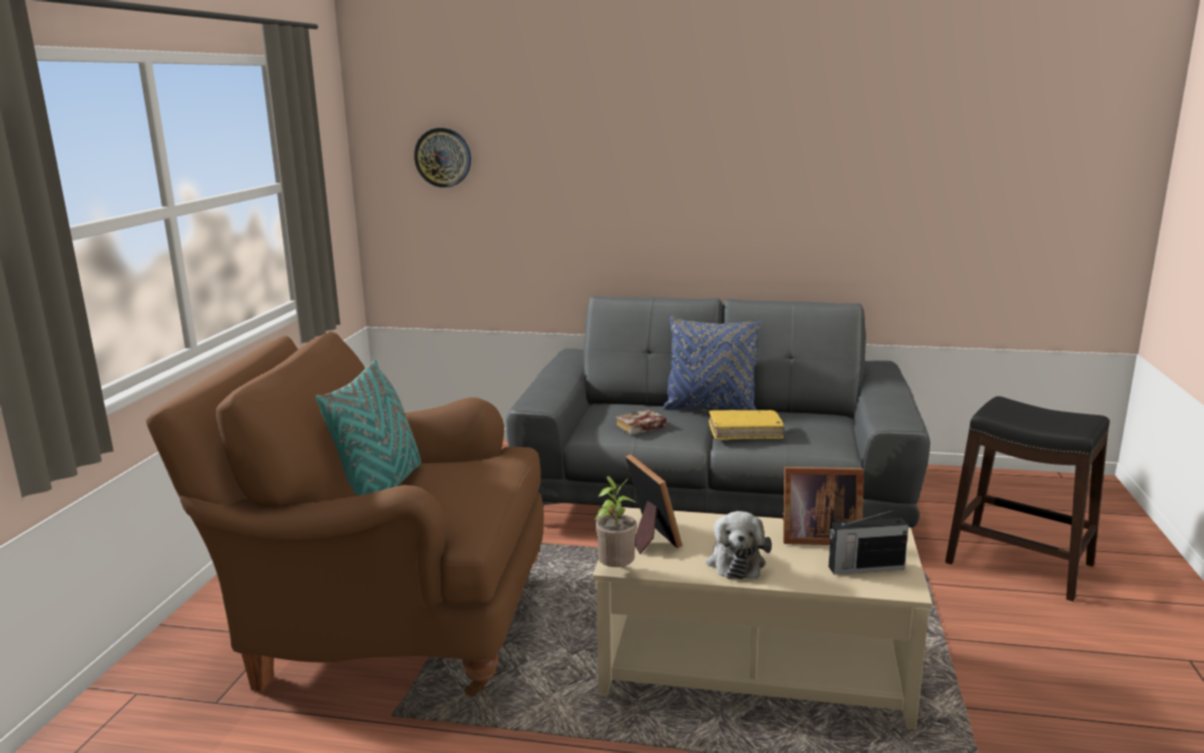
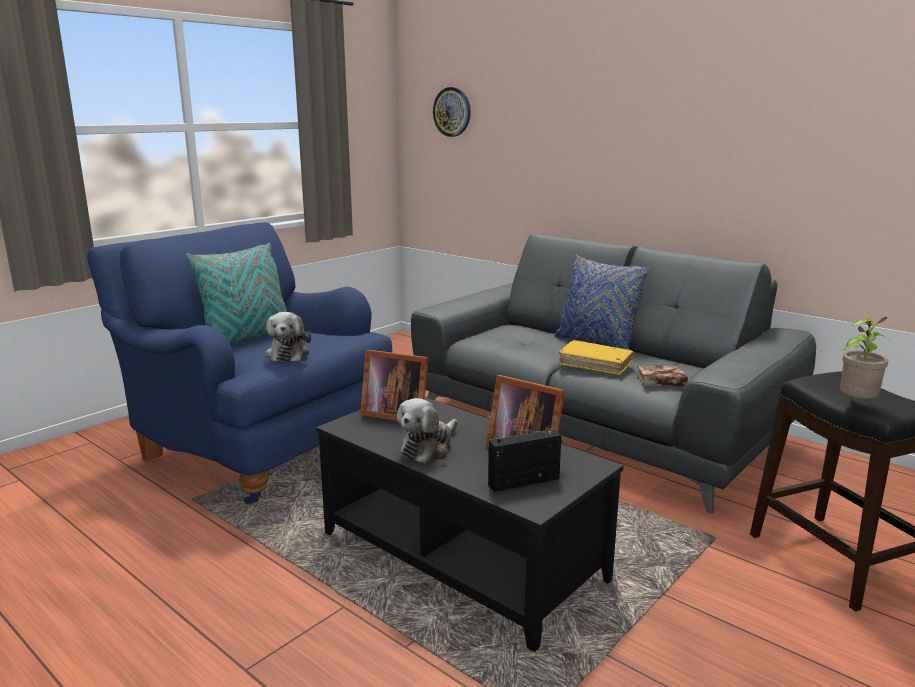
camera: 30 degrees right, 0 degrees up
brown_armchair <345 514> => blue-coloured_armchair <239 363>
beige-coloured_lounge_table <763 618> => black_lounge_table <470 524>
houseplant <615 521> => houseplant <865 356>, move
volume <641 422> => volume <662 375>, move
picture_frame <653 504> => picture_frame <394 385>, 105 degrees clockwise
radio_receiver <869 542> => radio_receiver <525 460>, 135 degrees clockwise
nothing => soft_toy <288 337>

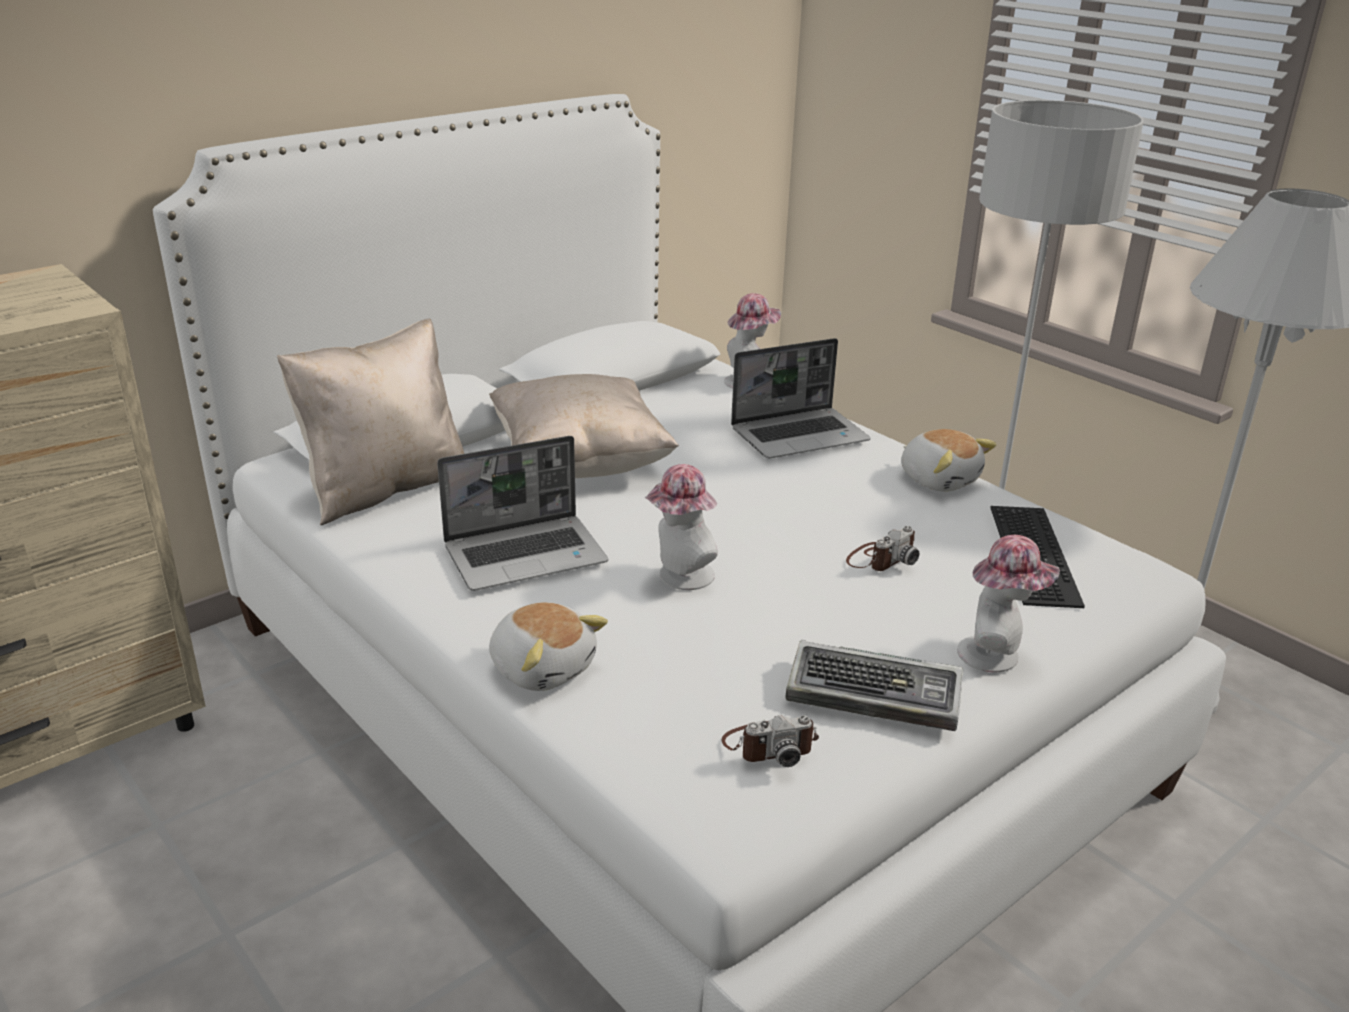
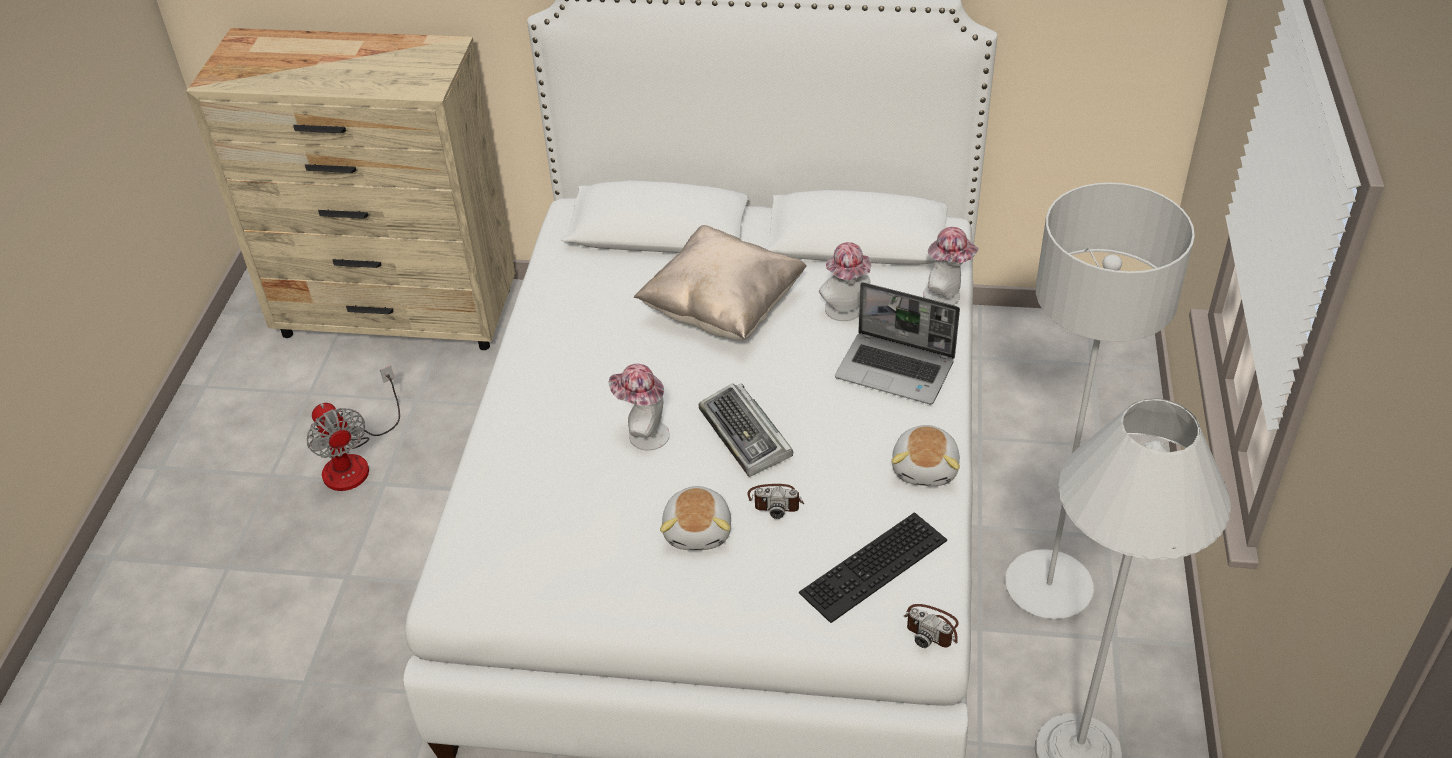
camera: 50 degrees right, 15 degrees up
beige-coloured_pillow <370 422> => nothing
notebook_computer <522 513> => nothing
soft_toy <548 646> => soft_toy <695 518>, move
photo_camera <770 741> => photo_camera <931 626>, move
keyboard <874 685> => keyboard <746 430>, move
hat <1008 603> => hat <845 281>, move
nothing => electric_fan <353 428>

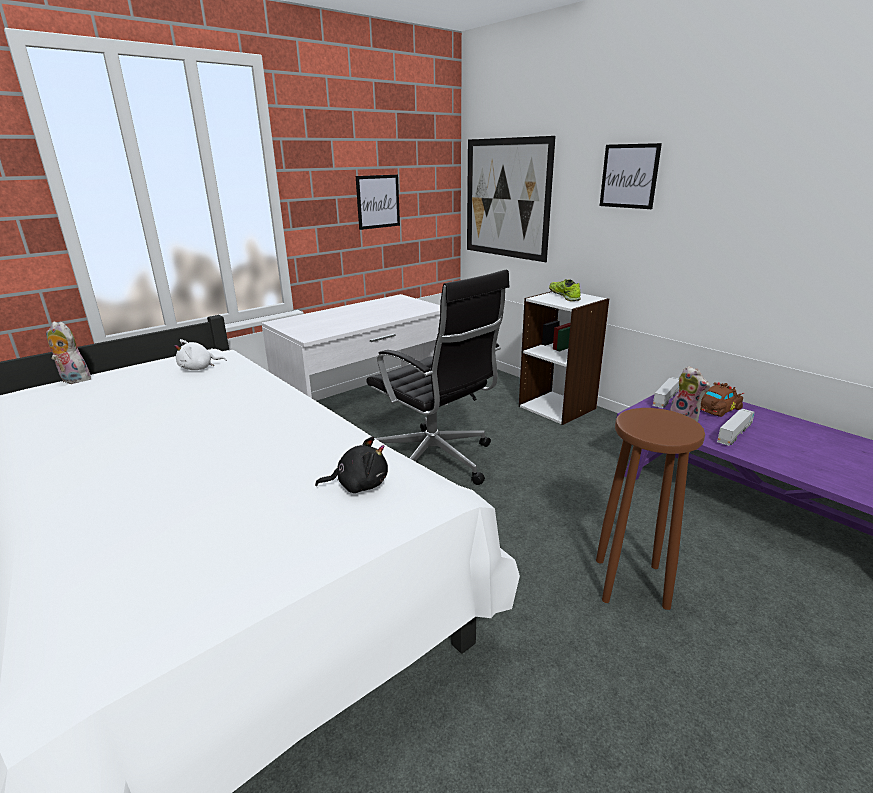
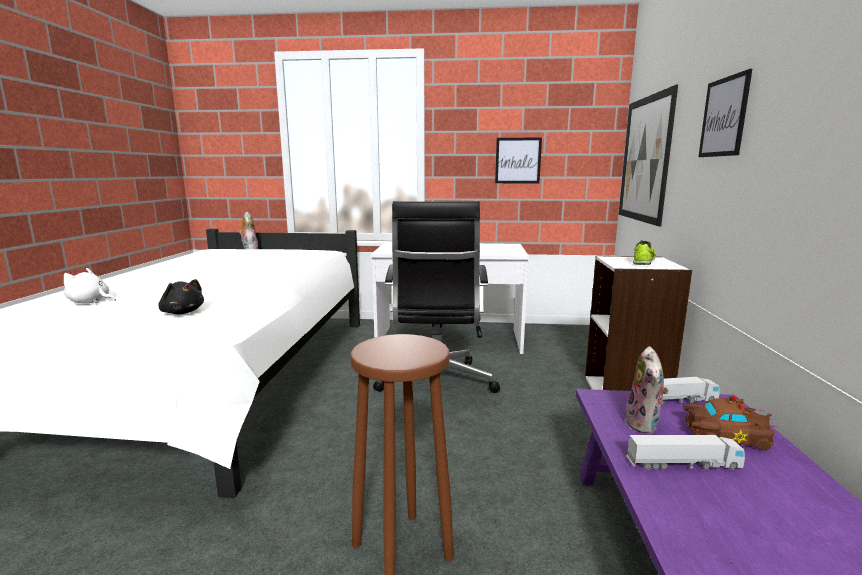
camera: 45 degrees right, 10 degrees down
whitish_soft_toy <200 354> => whitish_soft_toy <90 285>, move

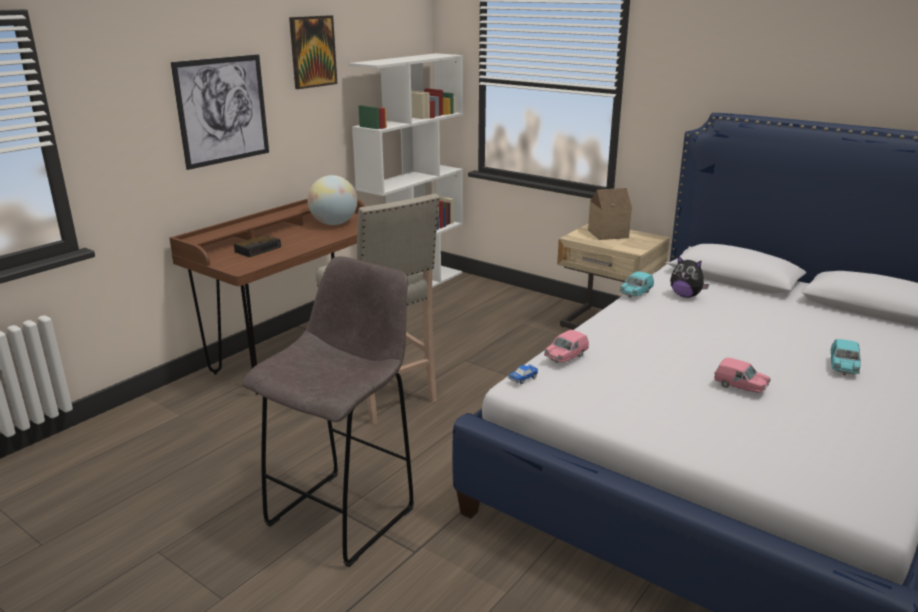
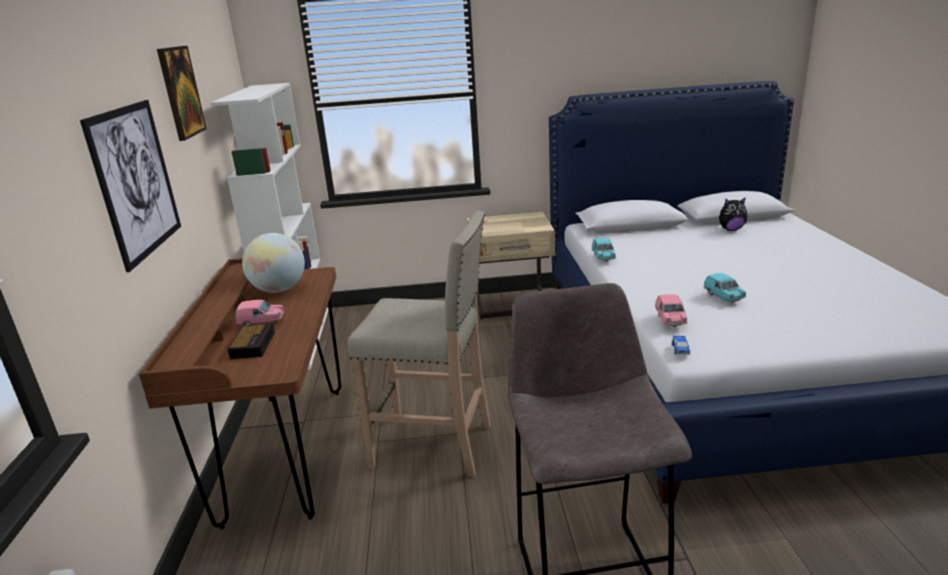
camera: 40 degrees left, 0 degrees up
model_house <610 214> => nothing
soft_toy <689 276> => soft_toy <733 214>, move
pinkish_model_car <742 375> => pinkish_model_car <259 312>, move
turquoise-coloured_model_car <845 357> => turquoise-coloured_model_car <725 288>, move

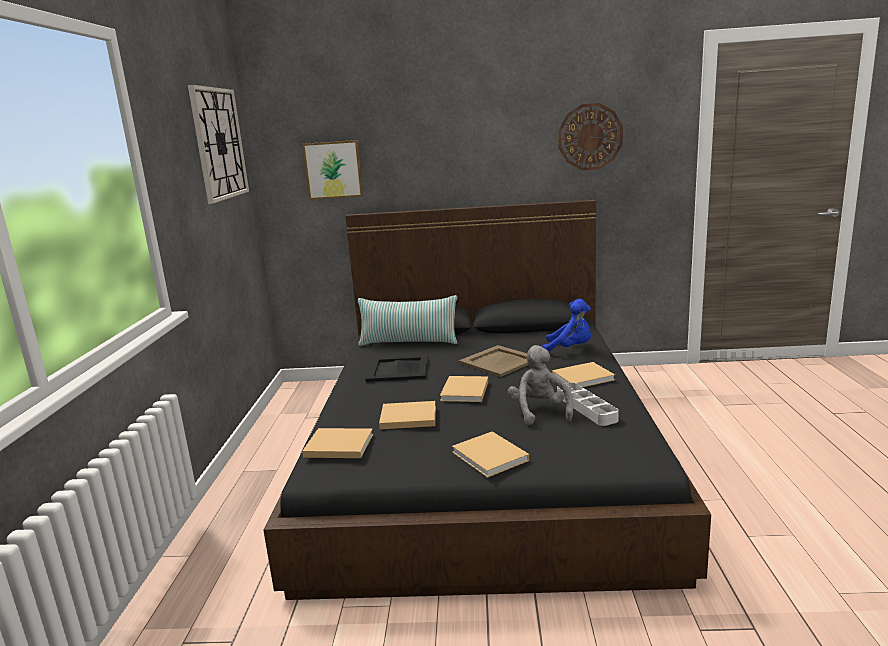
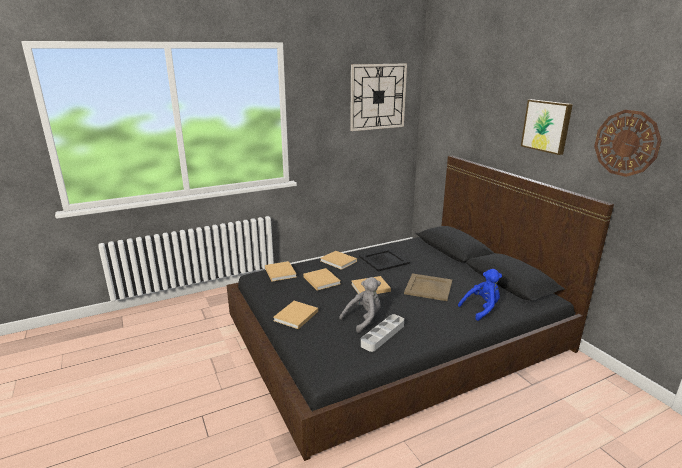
camera: 60 degrees right, 5 degrees up
wall_art <333 170> => wall_art <547 127>, move
pillow <407 320> => nothing
blue-coloured_soft_toy <566 325> => blue-coloured_soft_toy <480 295>, 105 degrees counterclockwise
beige-coloured_volume <583 374> => beige-coloured_volume <338 260>, move

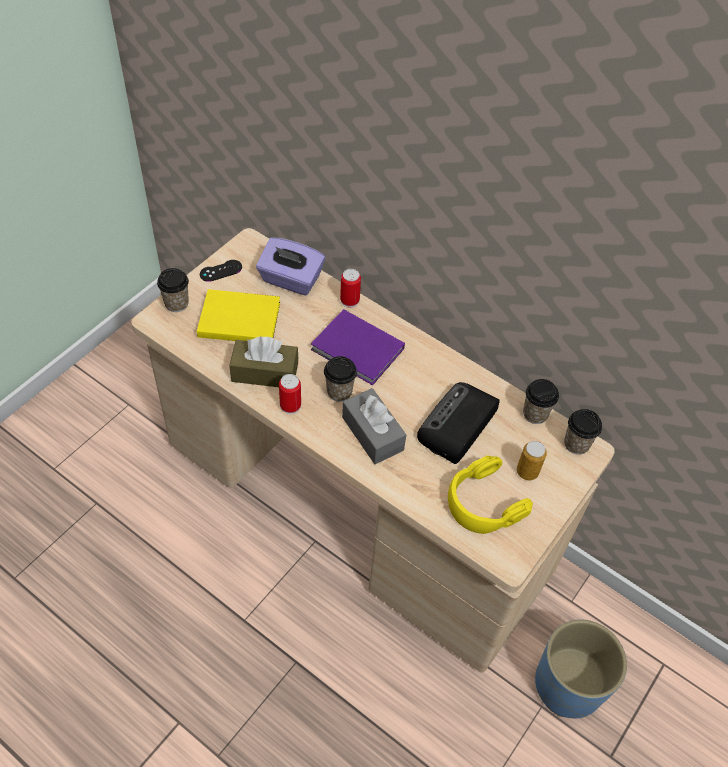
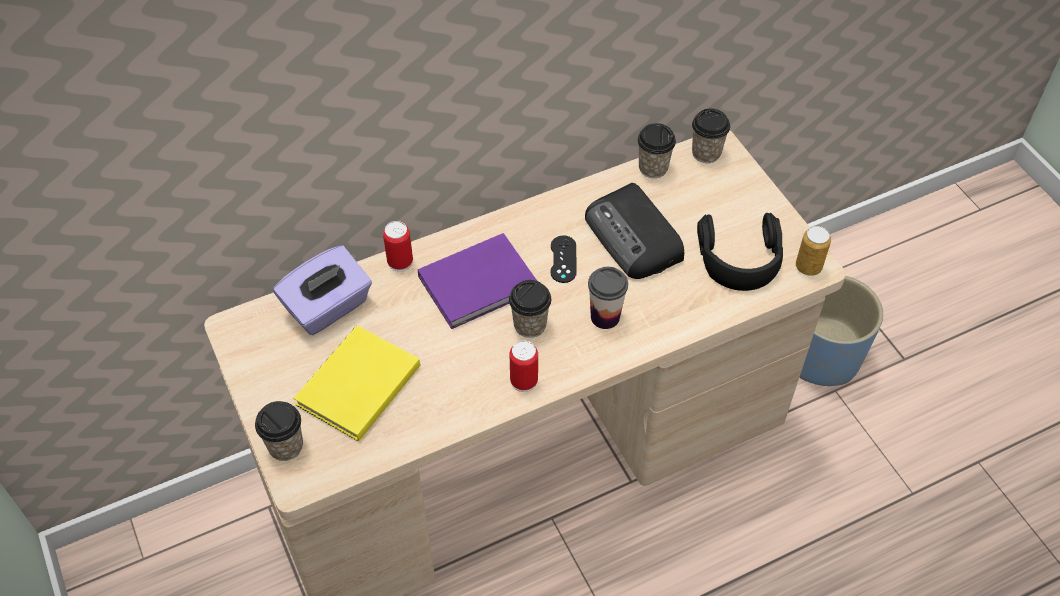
camera: 60 degrees left, 0 degrees up
black_joypad <221 271> => black_joypad <563 259>, move
brown_tissue_box <263 361> => nothing
gray_tissue_box <374 426> => cup <608 298>
yellow_pair_of_headphones <490 494> => black_pair_of_headphones <740 252>
can <532 460> => can <813 251>, move

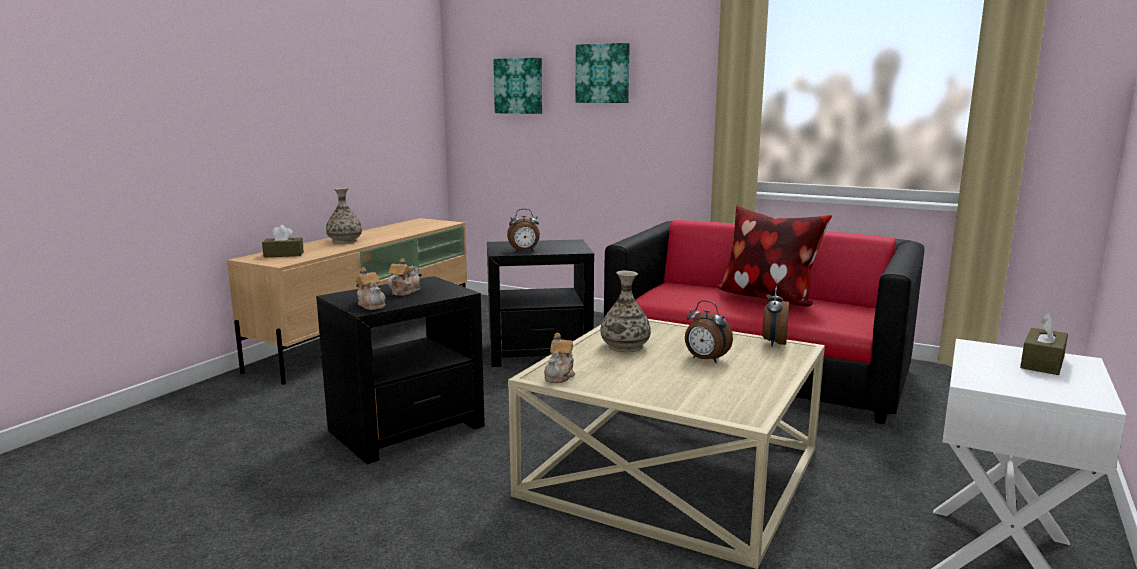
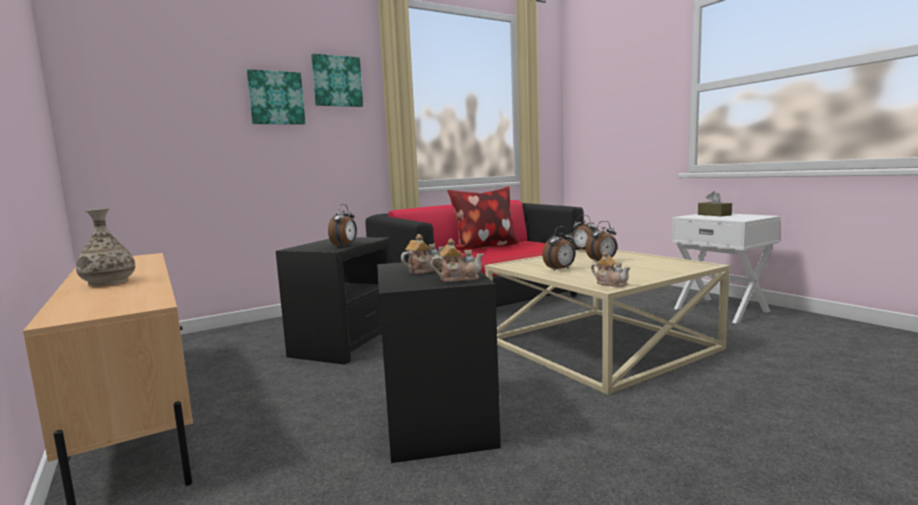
camera: 60 degrees left, 5 degrees down
brown_tissue_box <283 241> => nothing
pot_for_tea <404 277> => pot_for_tea <422 254>, 90 degrees clockwise
wall_art <518 86> => wall_art <337 80>, move
vase <626 311> => table_clock <559 248>

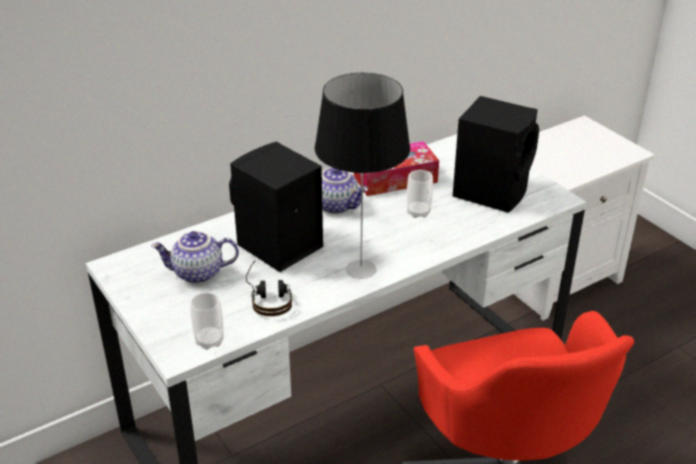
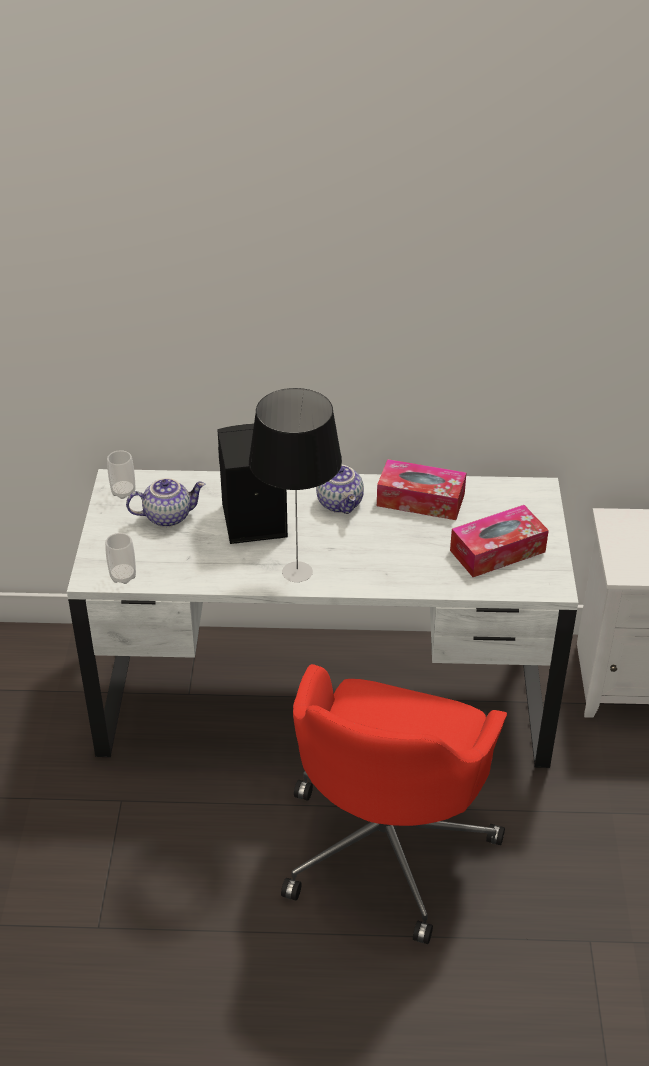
camera: 35 degrees right, 5 degrees up
pot_for_tea <195 257> => pot_for_tea <165 502>, 135 degrees clockwise
pair_of_headphones <269 288> => nothing
cup <420 194> => cup <121 474>, move
black_audio_speaker <495 154> => tissue_box <499 541>

